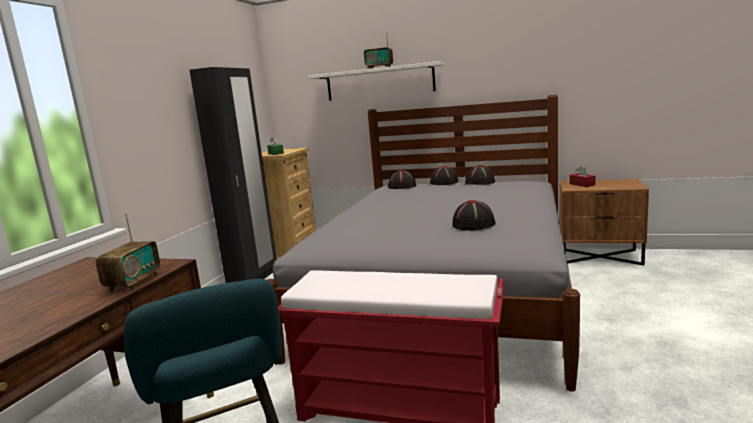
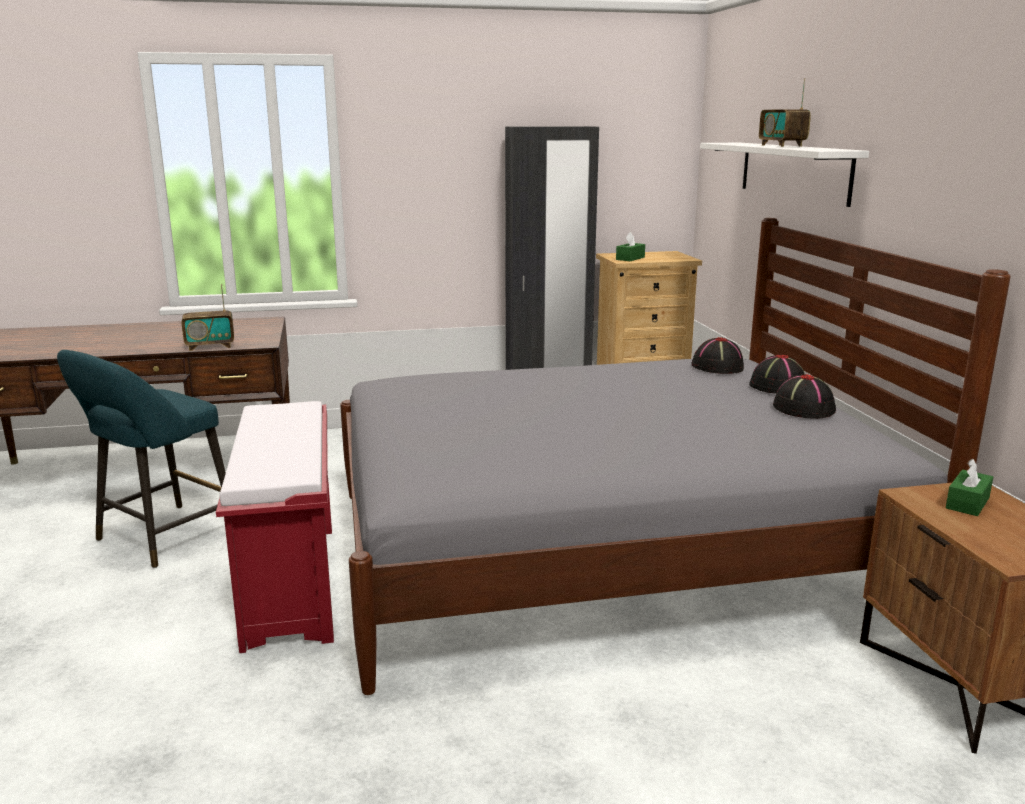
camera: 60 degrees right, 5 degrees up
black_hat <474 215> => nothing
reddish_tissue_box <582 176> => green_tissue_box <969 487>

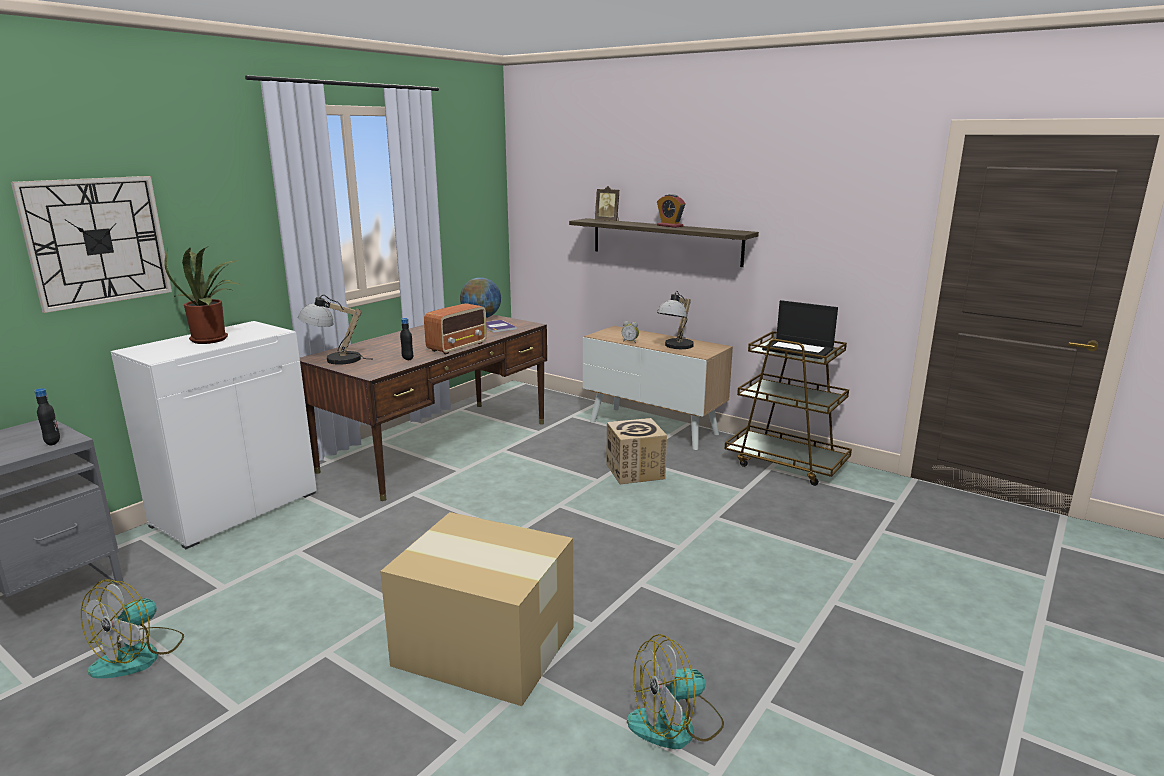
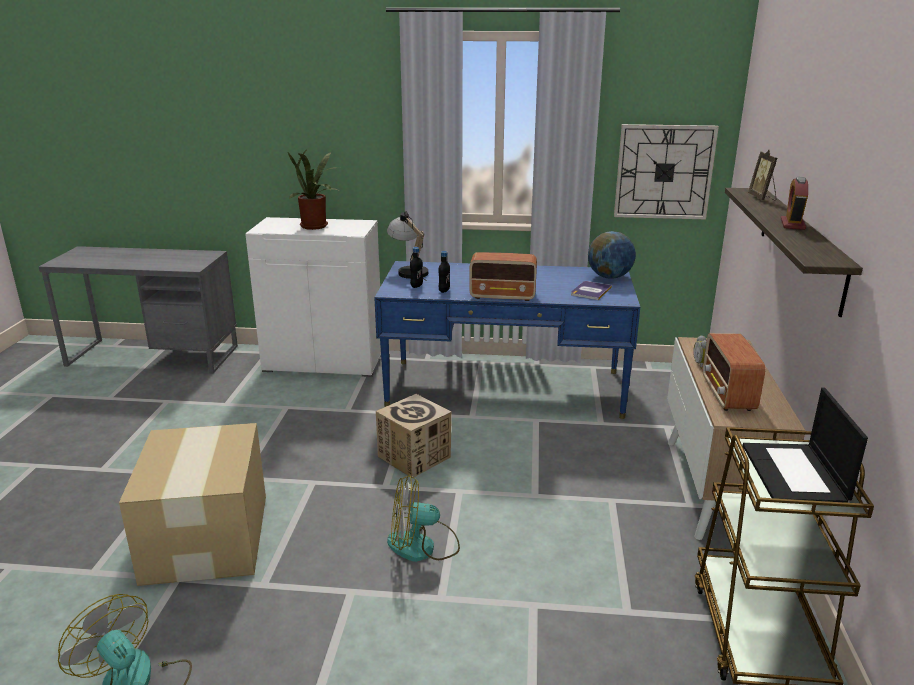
camera: 60 degrees right, 5 degrees up
hanging_clock <91 244> => hanging_clock <666 171>, move
black_bottle <47 416> => black_bottle <416 267>, move
electric_fan <132 628> => electric_fan <423 518>, move
brown_desk <423 408> => blue-coloured_desk <507 340>
carton <636 451> => carton <414 436>, move
tabletop_lamp <675 320> => radio_receiver <734 372>

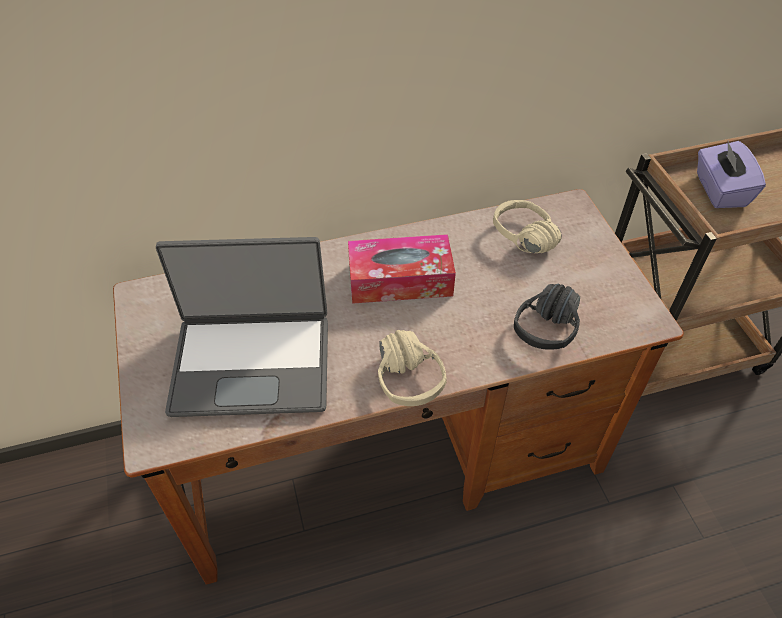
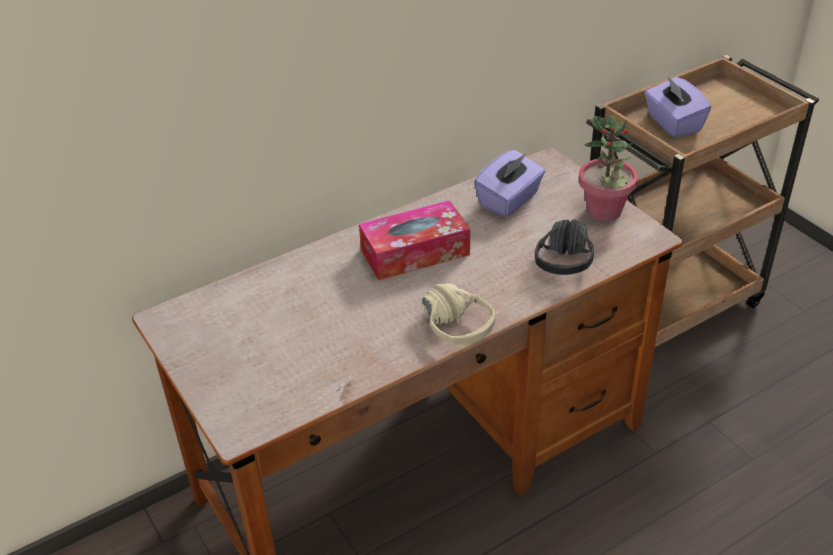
camera: 15 degrees left, 10 degrees down
notebook_computer <242 327> => nothing
beige-coloured_pair_of_headphones <527 226> => purplish_tissue_box <509 183>
nothing => houseplant <608 169>

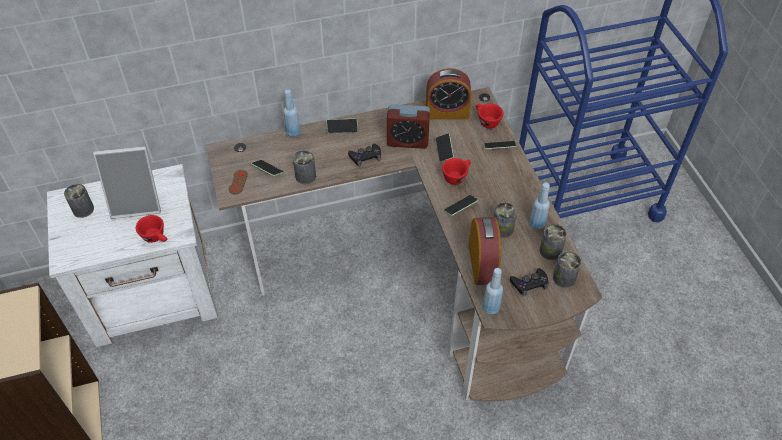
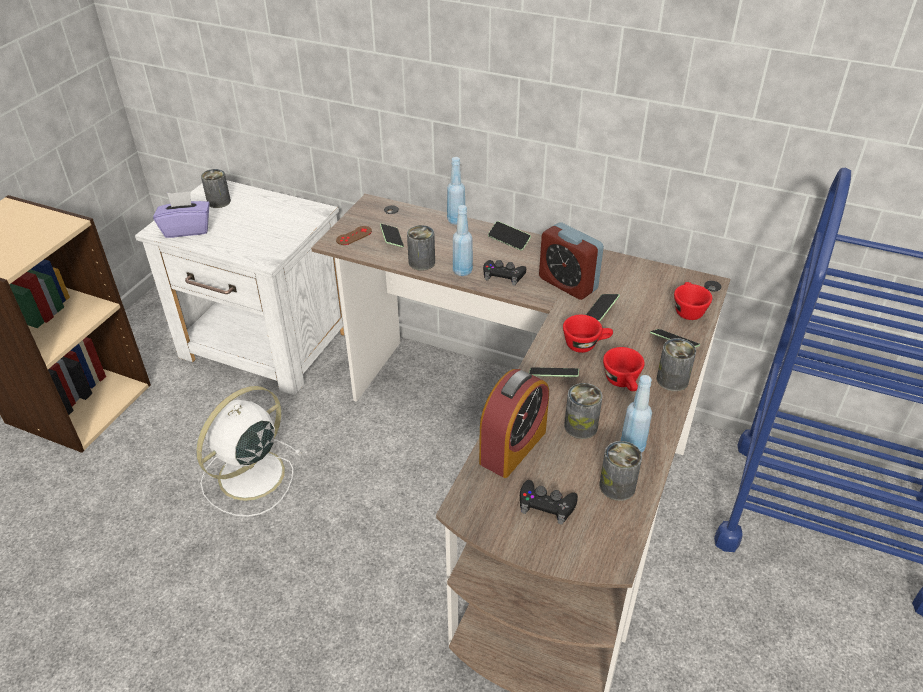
camera: 40 degrees right, 10 degrees down
picture_frame <127 182> => nothing
reddish_cup <151 229> => reddish_cup <624 369>, move
table_clock <448 93> => nothing
blue-coloured_bottle <492 291> => blue-coloured_bottle <463 240>, move
can <567 269> => can <676 364>, move
nothing => purplish_tissue_box <181 214>
nothing => whitish_electric_fan <248 451>

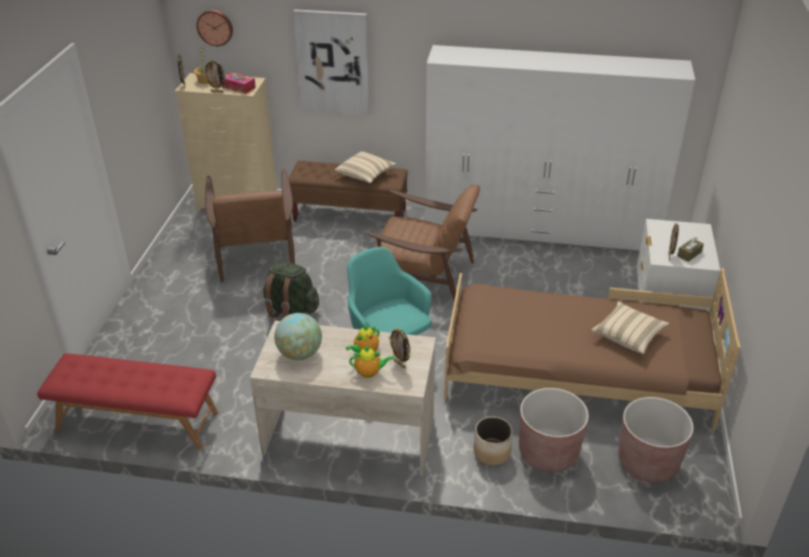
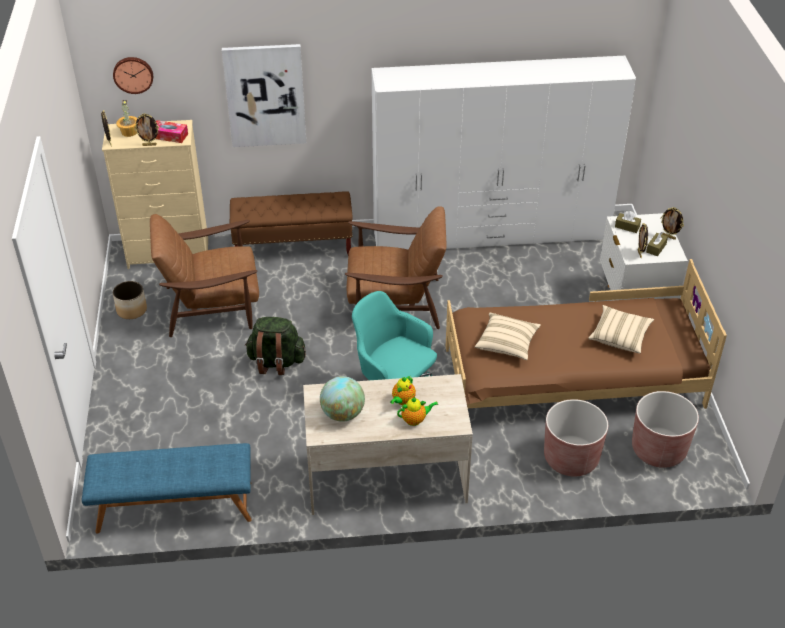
camera: 15 degrees left, 5 degrees up
reddish_long_seat <127 401> => blue-coloured_long_seat <167 488>
brown_armchair <250 225> => brown_armchair <204 275>, 105 degrees clockwise
beige-coloured_pillow <365 167> => beige-coloured_pillow <508 336>, move
picture_frame <400 348> => picture_frame <672 223>, move
plant_pot <493 441> => plant_pot <130 300>, move
nothing => brown_tissue_box <628 222>

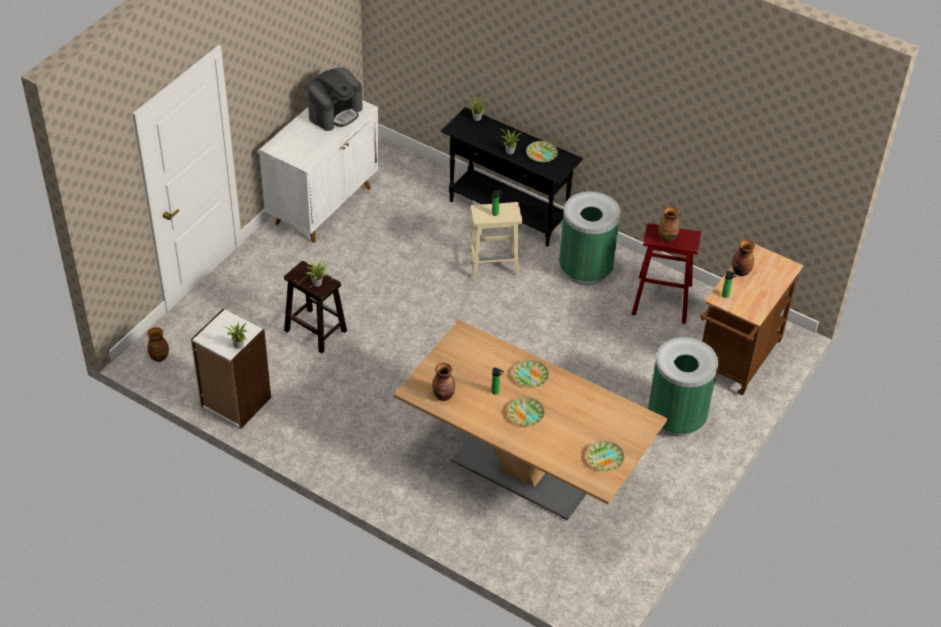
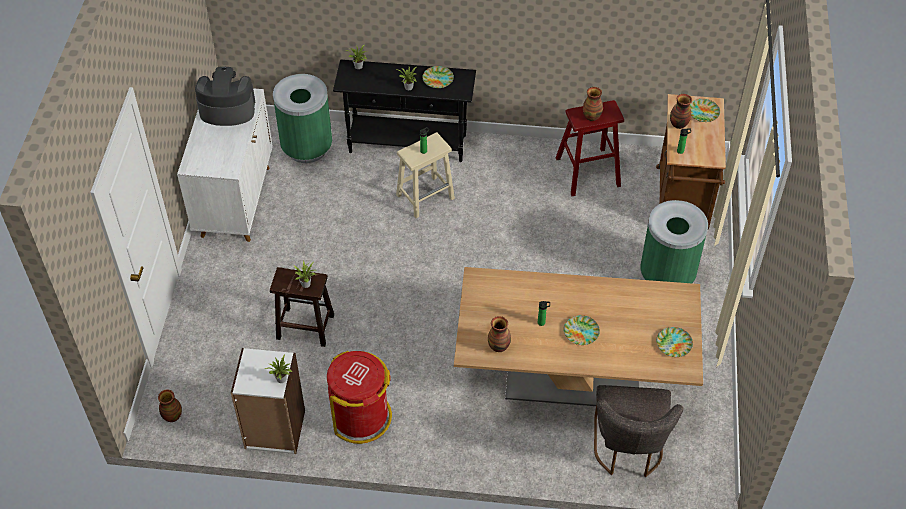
camera: 25 degrees left, 5 degrees up
coffee_maker <335 99> => coffee_maker <225 96>, 105 degrees counterclockwise
plate <531 374> => plate <705 110>, move
green_waste_bin <590 238> => green_waste_bin <302 118>, move
nothing => reddish_waste_bin <359 397>
nothing => gray_plain_chair <638 431>

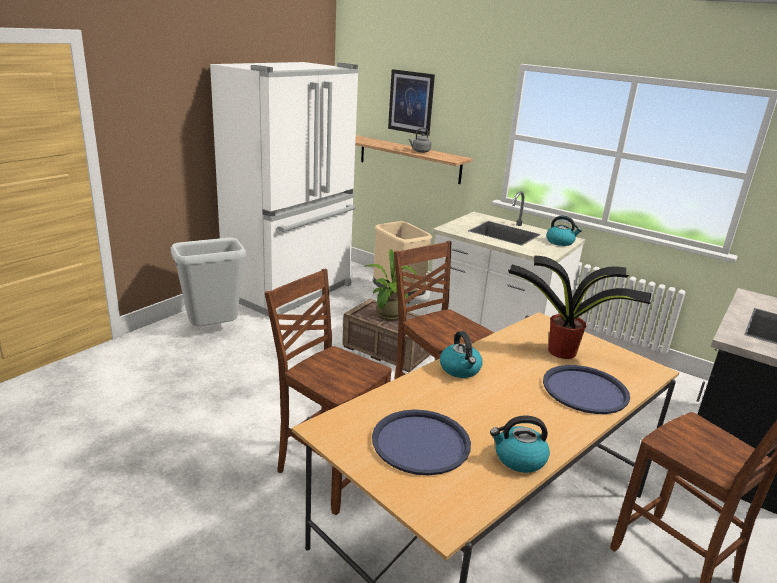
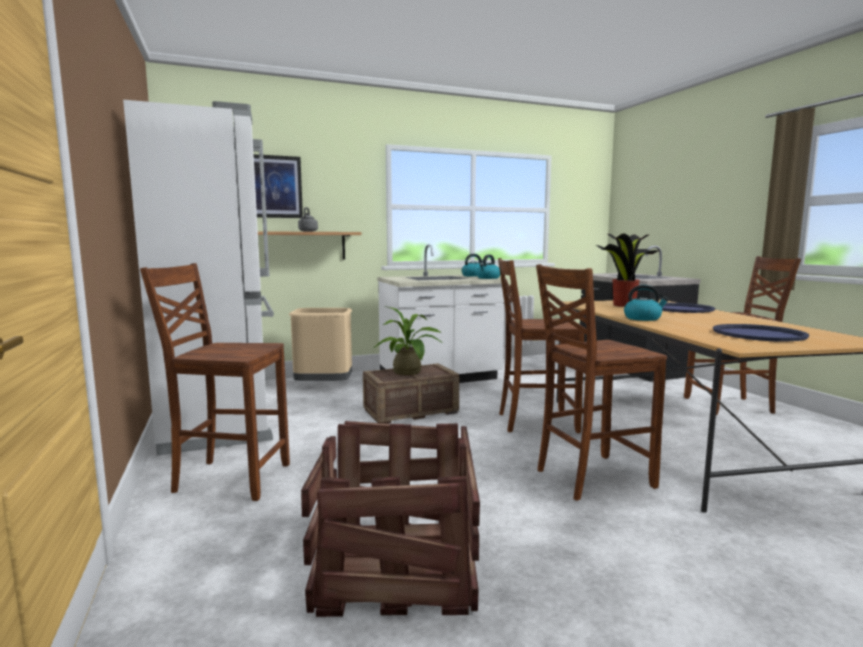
camera: 55 degrees left, 15 degrees down
gray_waste_bin <208 282> => brown_plain_chair <215 382>
tea_kettle <520 444> => tea_kettle <488 267>, move
nothing => packing_crate <390 519>

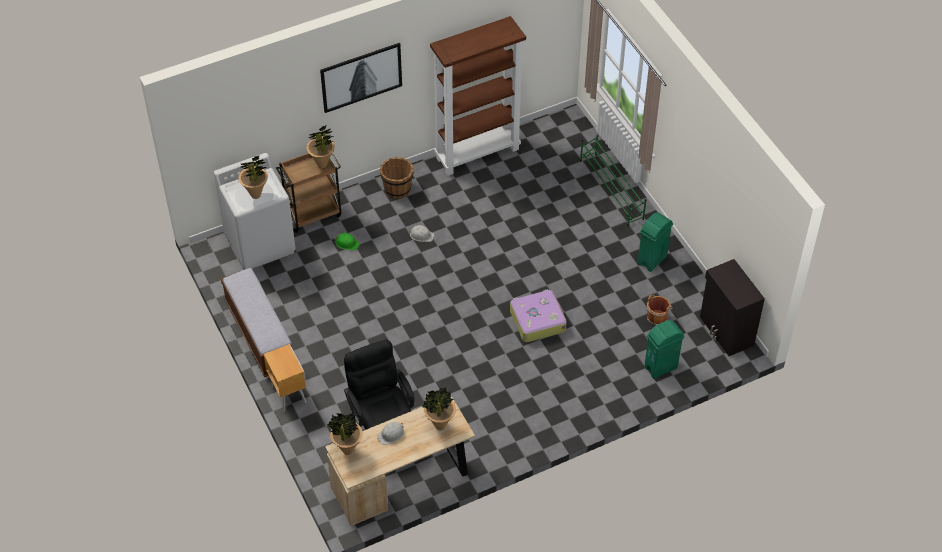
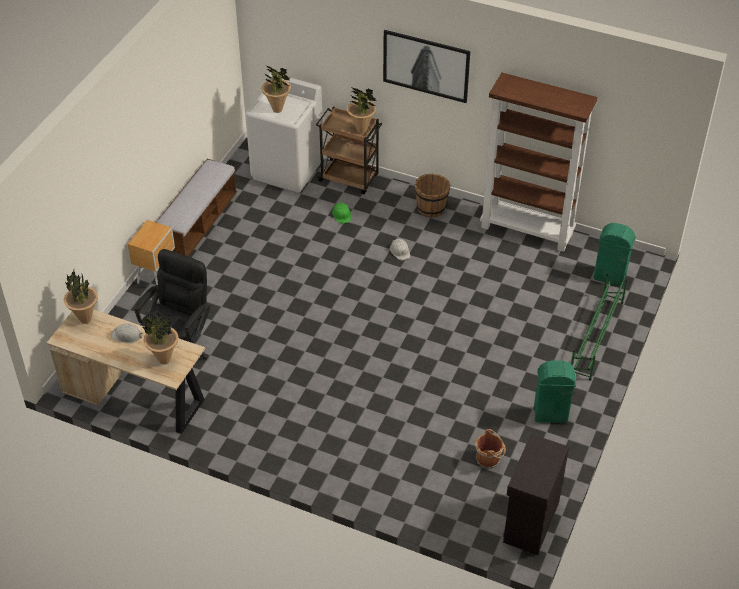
camera: 50 degrees right, 5 degrees down
piece_of_luggage <538 315> => nothing
green_waste_bin <664 349> => green_waste_bin <614 254>, move

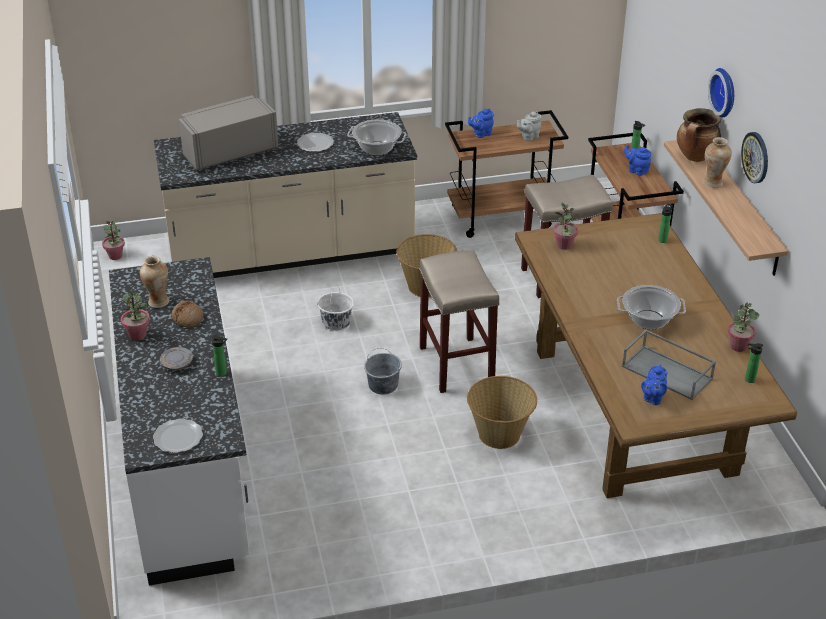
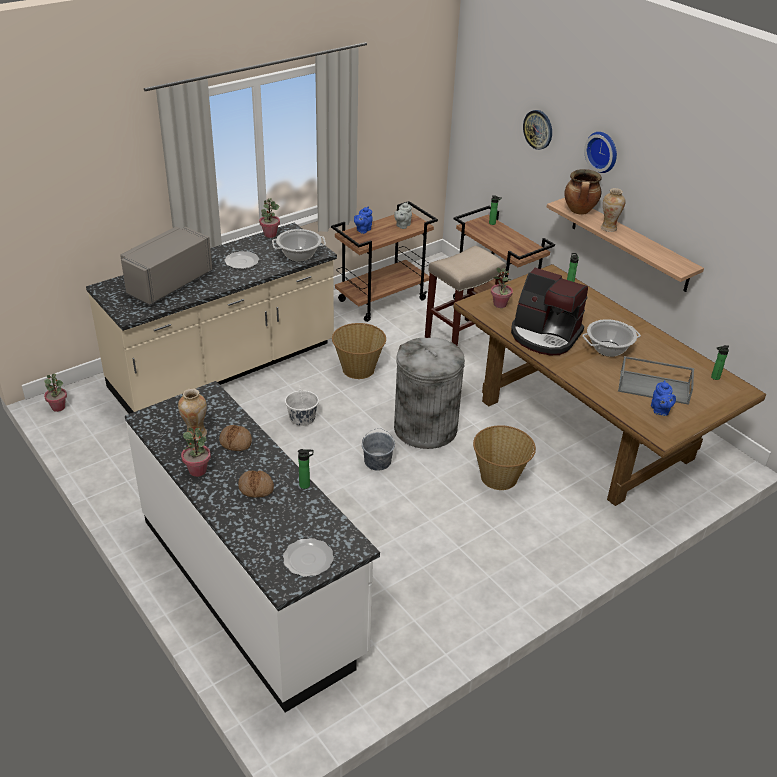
camera: 25 degrees left, 0 degrees up
gray_plate <176 358> => bread <256 484>
beige-coloured_stool_seat <459 321> => gray_waste_bin <429 393>
blue-coloured_pot_for_tea <637 160> => nothing
houseplant <743 327> => houseplant <269 218>, move
hanging_clock <754 157> => hanging_clock <537 130>, move
nothing => coffee_maker <549 311>

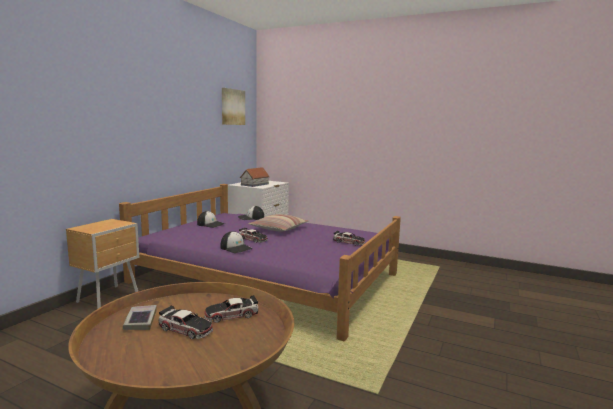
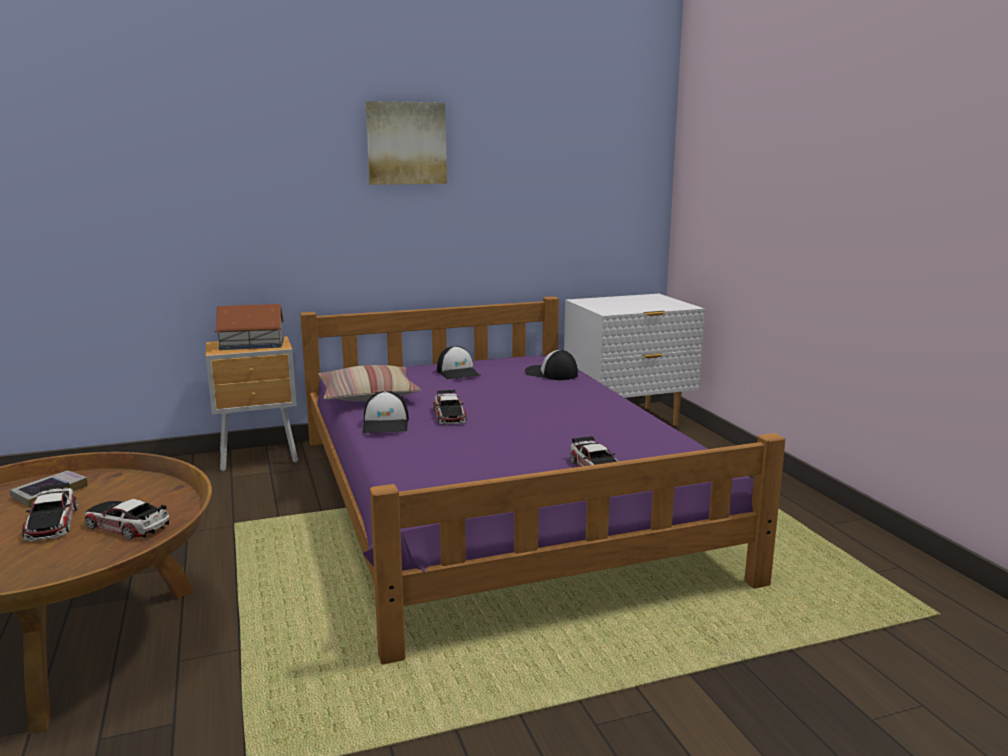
camera: 45 degrees right, 5 degrees up
wall_art <233 106> => wall_art <406 143>, move
model_house <255 177> => model_house <249 327>, move
pillow <278 222> => pillow <369 383>, move

